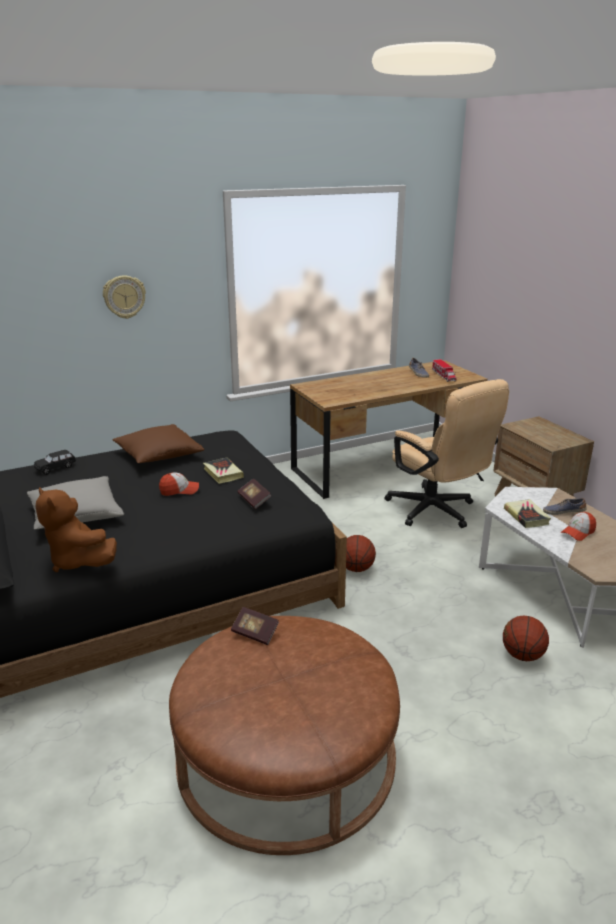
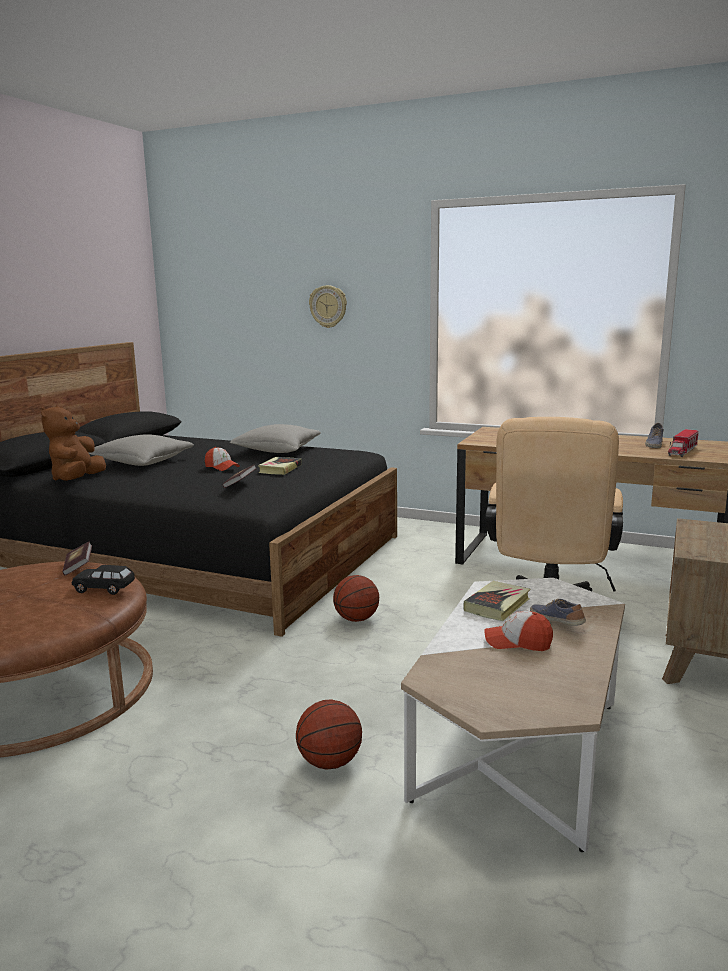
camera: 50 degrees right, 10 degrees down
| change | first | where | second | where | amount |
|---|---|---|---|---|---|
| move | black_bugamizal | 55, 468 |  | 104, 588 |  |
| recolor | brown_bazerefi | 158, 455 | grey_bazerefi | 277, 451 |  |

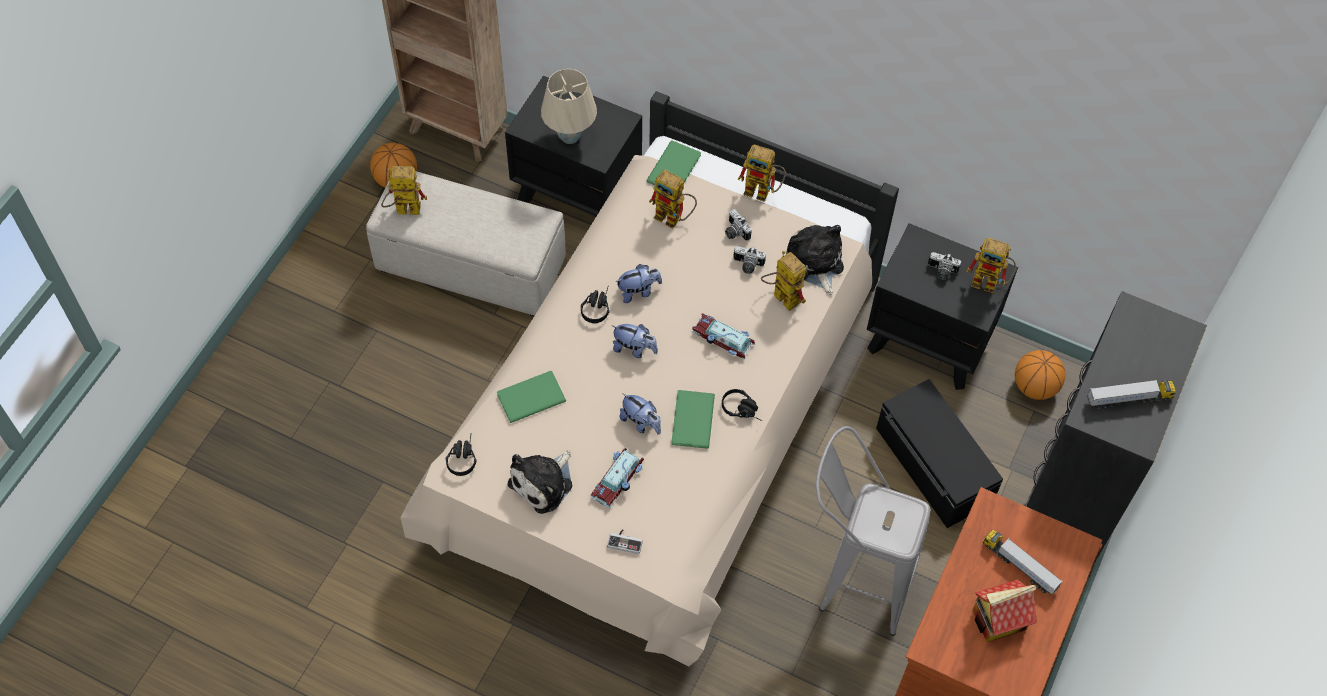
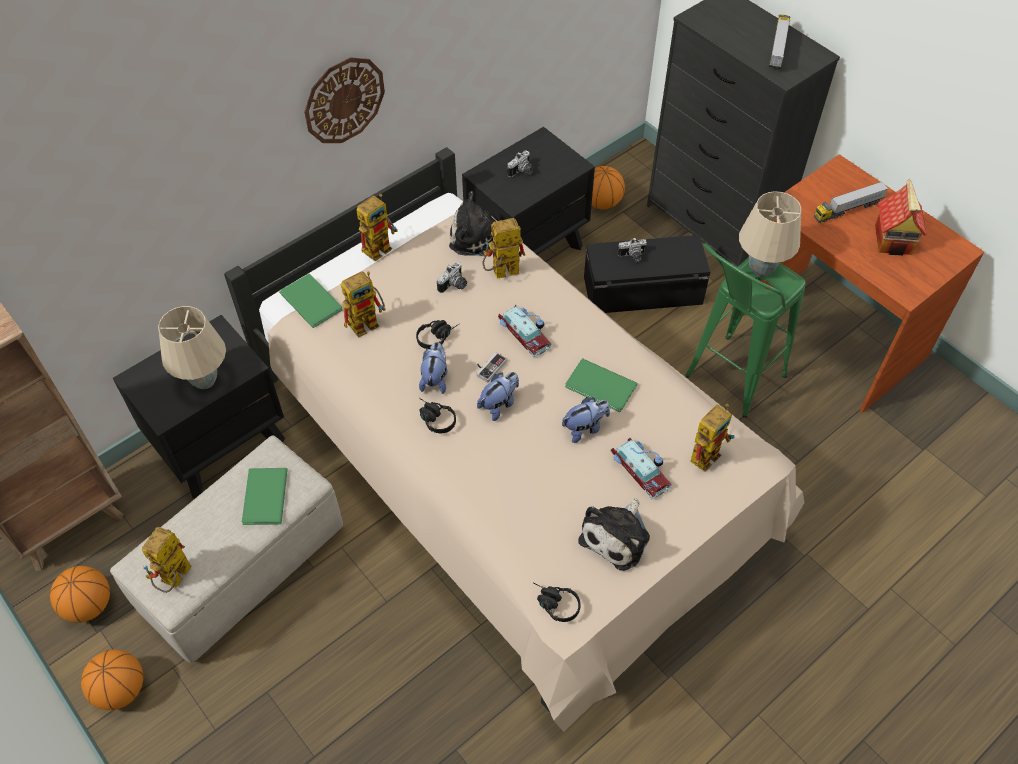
camera: 65 degrees left, 5 degrees down
| change | first | where | second | where | amount |
|---|---|---|---|---|---|
| insert |  |  | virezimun | 121, 689 |  |
| insert |  |  | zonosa | 344, 100 |  |
| insert |  |  | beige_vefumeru | 760, 269 |  |
| move | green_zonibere | 529, 397 |  | 263, 498 |  |
| move | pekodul | 625, 541 |  | 488, 367 |  |
| move | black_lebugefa | 743, 410 |  | 438, 336 |  |
| move | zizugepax | 734, 232 |  | 632, 256 |  |
| move | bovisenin | 990, 283 |  | 707, 452 |  |
| recolor | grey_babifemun | 852, 581 | green_babifemun | 726, 385 |  |
| rotate | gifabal | 544, 482 |  | 617, 536 | 60 degrees clockwise |
| rotate | bugamizal | 723, 340 |  | 525, 332 | 90 degrees counterclockwise |

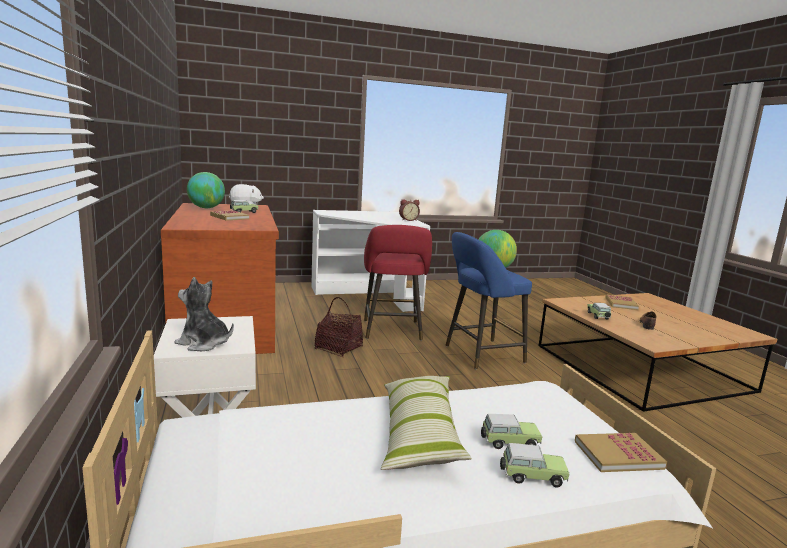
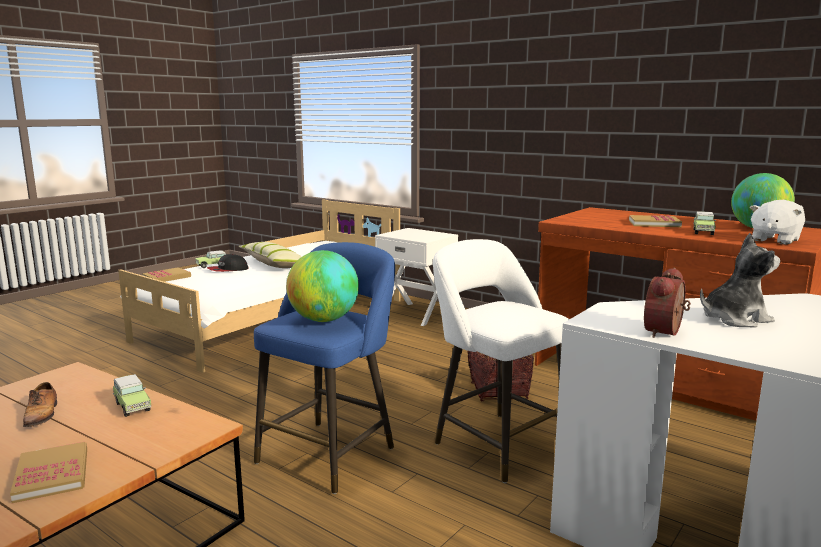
camera: 145 degrees right, 0 degrees up
| change | first | where | second | where | amount |
|---|---|---|---|---|---|
| move | gifabal | 204, 343 |  | 734, 319 |  |
| replace | bugamizal | 508, 442 | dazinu | 227, 270 |  |
| recolor | red_babifemun | 392, 332 | white_babifemun | 496, 443 |  |

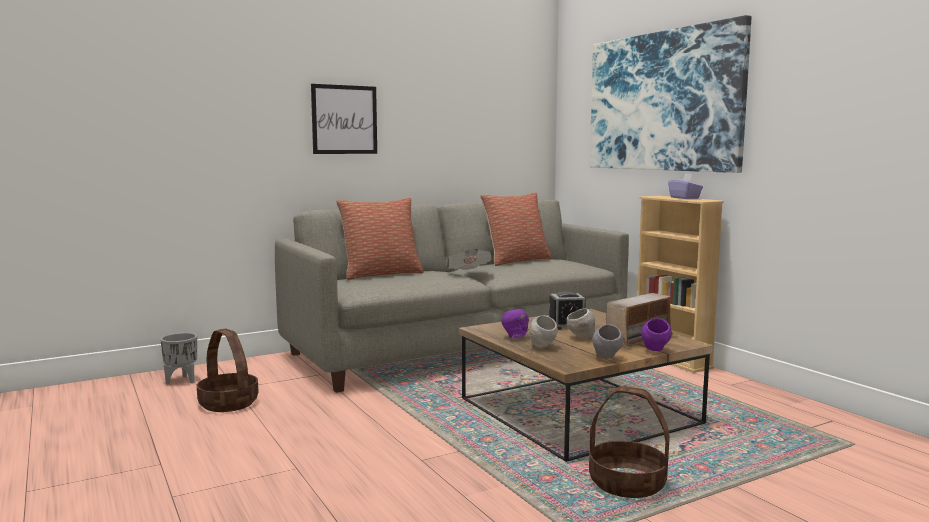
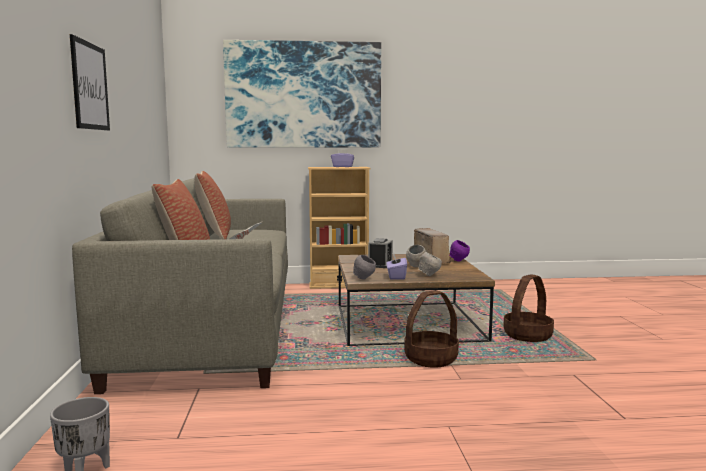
camera: 65 degrees left, 0 degrees up
| change | first | where | second | where | amount |
|---|---|---|---|---|---|
| move | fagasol | 229, 403 |  | 431, 359 |  |
| move | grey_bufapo | 607, 358 |  | 364, 279 |  |
| replace | purple_bufapo | 515, 337 | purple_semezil | 396, 277 |  |

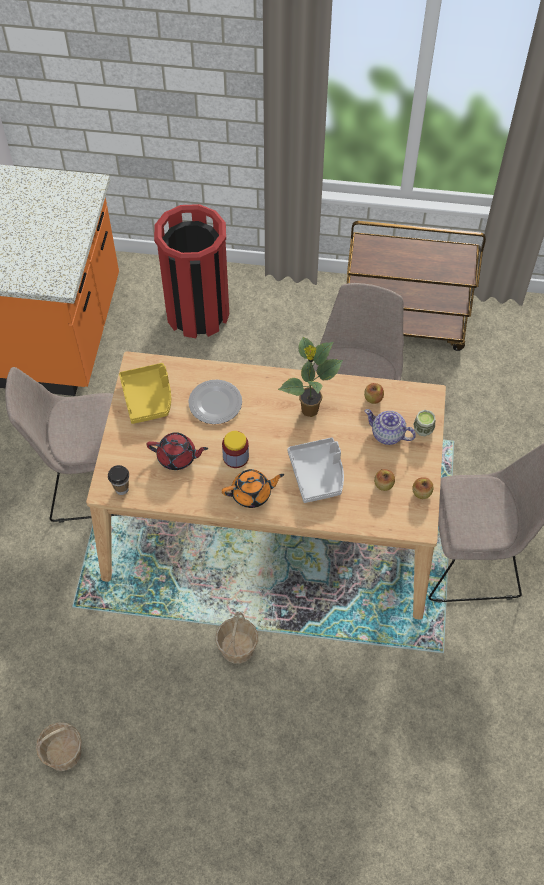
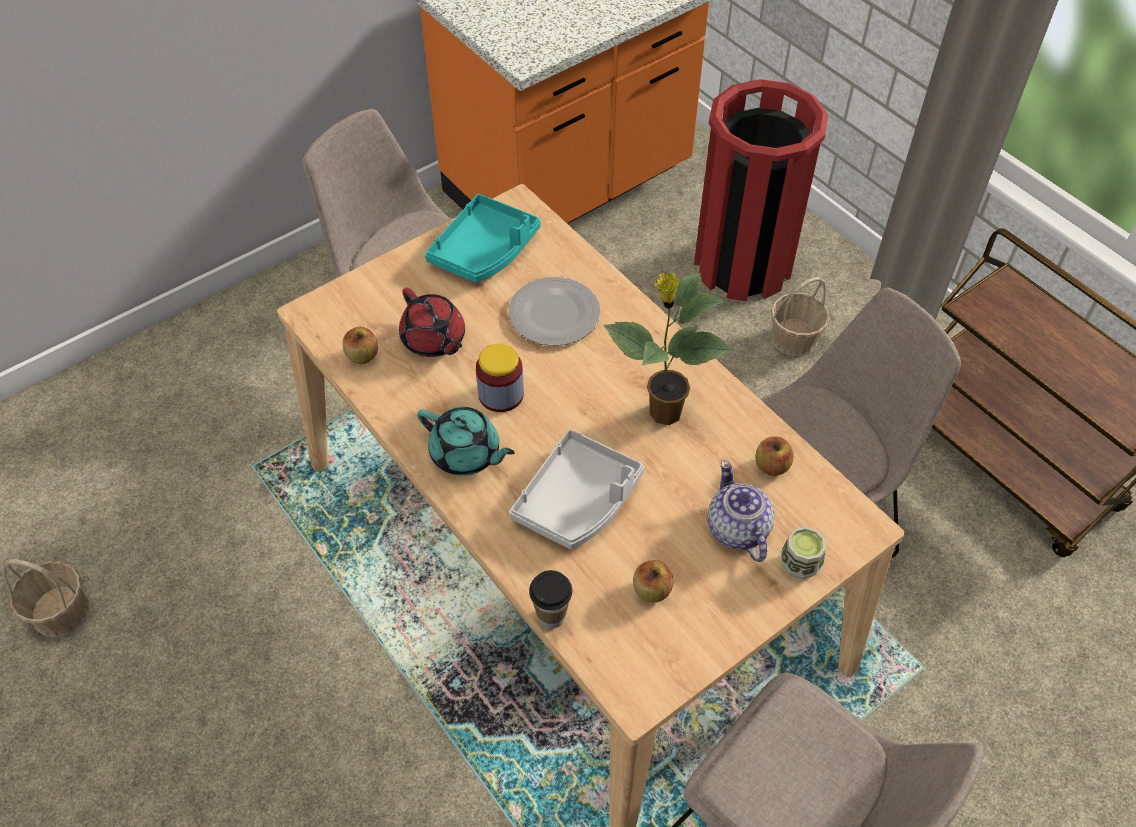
camera: 45 degrees right, 5 degrees down
| change | first | where | second | where | amount |
|---|---|---|---|---|---|
| move | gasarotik | 121, 489 |  | 551, 616 |  |
| move | fagasol | 237, 647 |  | 795, 338 |  |
| move | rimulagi | 421, 493 |  | 362, 356 |  |
| recolor | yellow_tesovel | 148, 398 | turquoise_tesovel | 485, 250 |  |
| recolor | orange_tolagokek | 252, 494 | turquoise_tolagokek | 466, 454 |  |

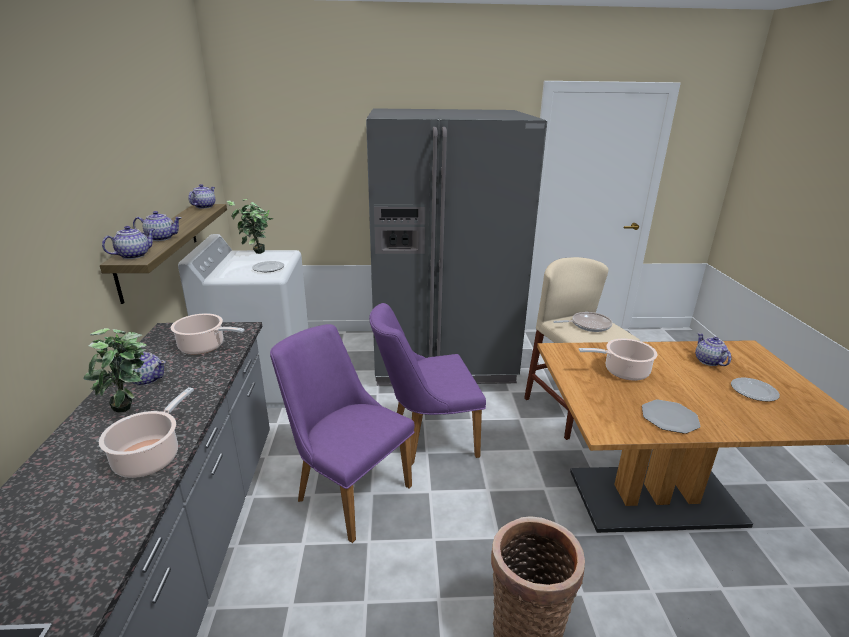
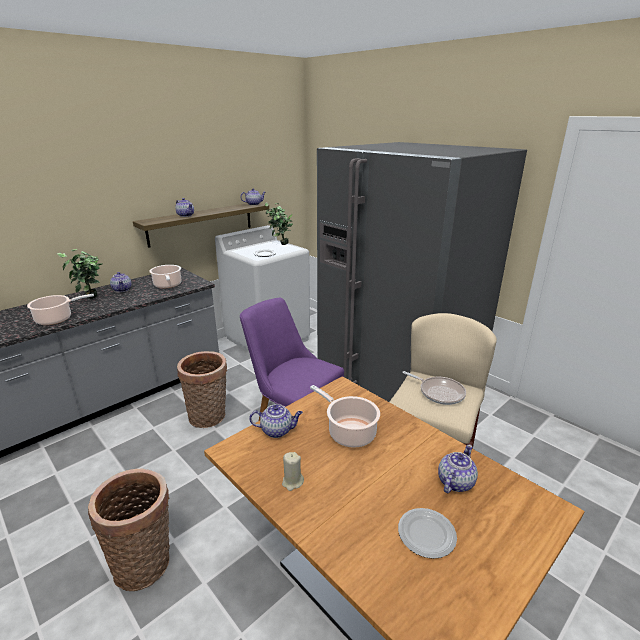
camera: 50 degrees right, 0 degrees up
| change | first | where | second | where | amount |
|---|---|---|---|---|---|
| move | tolagokek | 134, 255 |  | 277, 430 |  |
| replace | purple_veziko | 346, 489 | fagasol | 209, 417 |  |
| replace | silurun | 669, 417 | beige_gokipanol | 292, 482 |  |

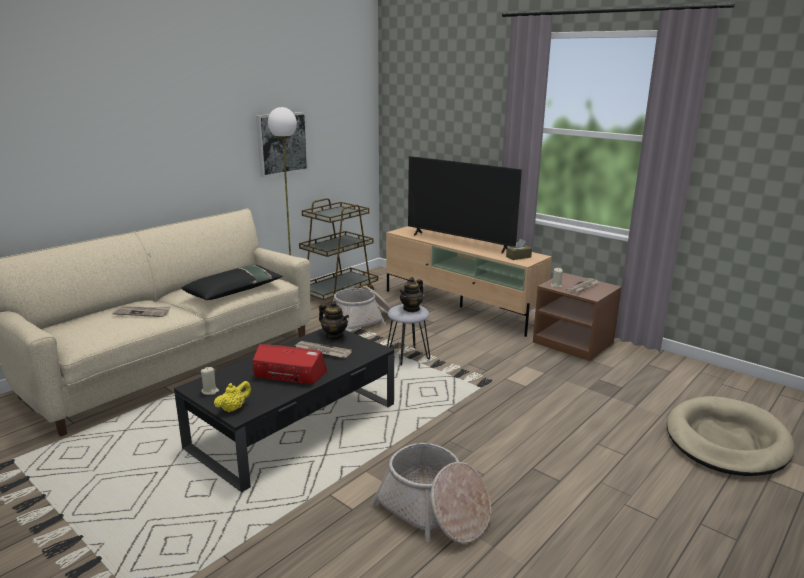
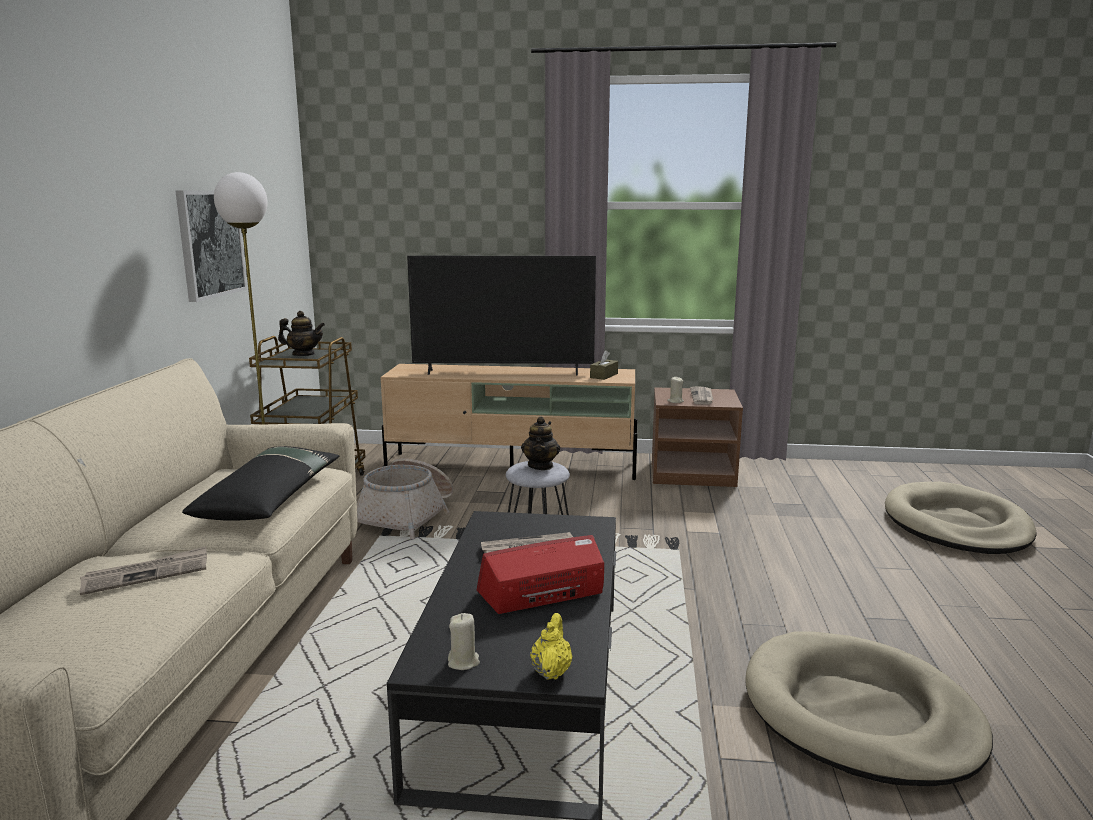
camera: 35 degrees left, 5 degrees down
| change | first | where | second | where | amount |
|---|---|---|---|---|---|
| move | tolagokek | 334, 336 |  | 303, 355 |  |
| replace | fagasol | 433, 511 | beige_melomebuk | 859, 714 |  |

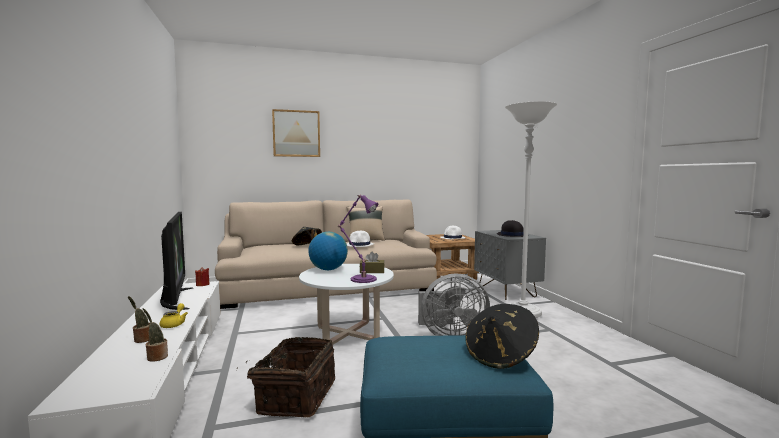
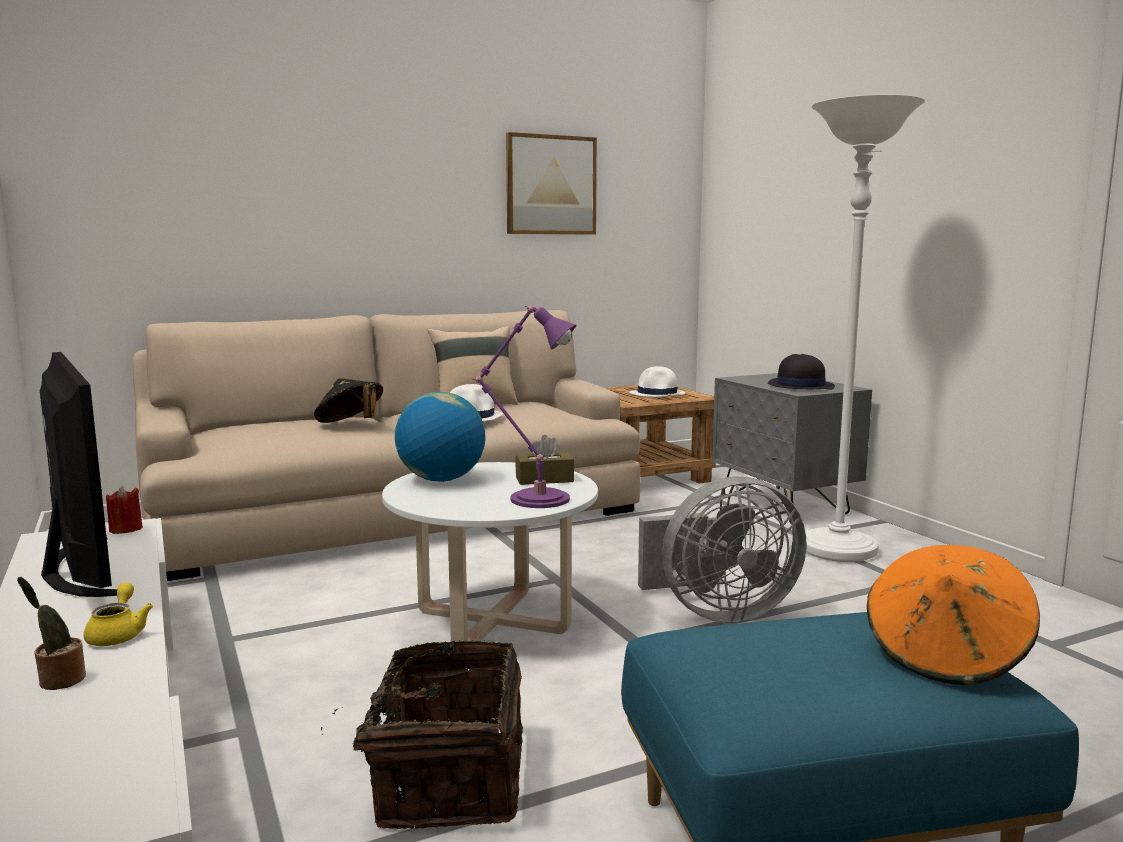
camera: 10 degrees left, 5 degrees up
| change | first | where | second | where | amount |
|---|---|---|---|---|---|
| delete | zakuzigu | 156, 357 |  |  |  |
| move | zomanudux | 296, 133 |  | 550, 185 |  |
| recolor | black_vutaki | 500, 356 | orange_vutaki | 947, 656 |  |

